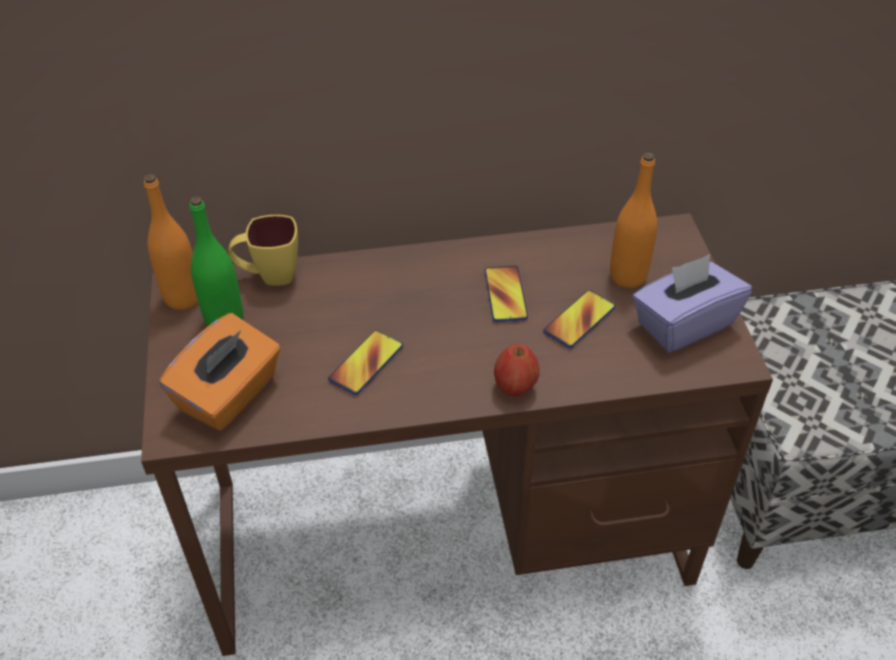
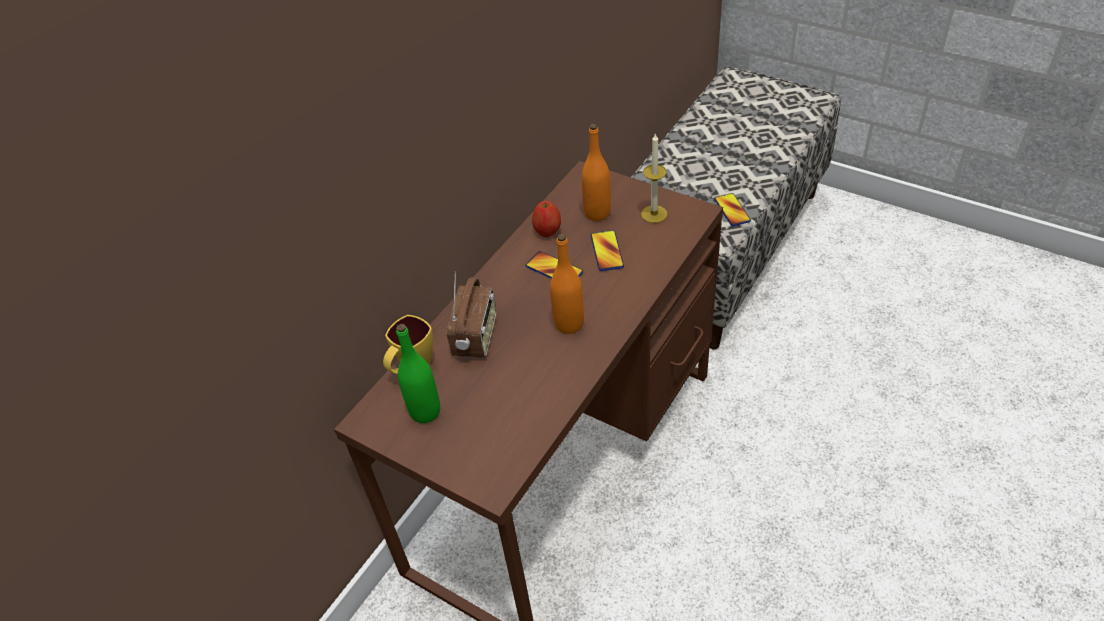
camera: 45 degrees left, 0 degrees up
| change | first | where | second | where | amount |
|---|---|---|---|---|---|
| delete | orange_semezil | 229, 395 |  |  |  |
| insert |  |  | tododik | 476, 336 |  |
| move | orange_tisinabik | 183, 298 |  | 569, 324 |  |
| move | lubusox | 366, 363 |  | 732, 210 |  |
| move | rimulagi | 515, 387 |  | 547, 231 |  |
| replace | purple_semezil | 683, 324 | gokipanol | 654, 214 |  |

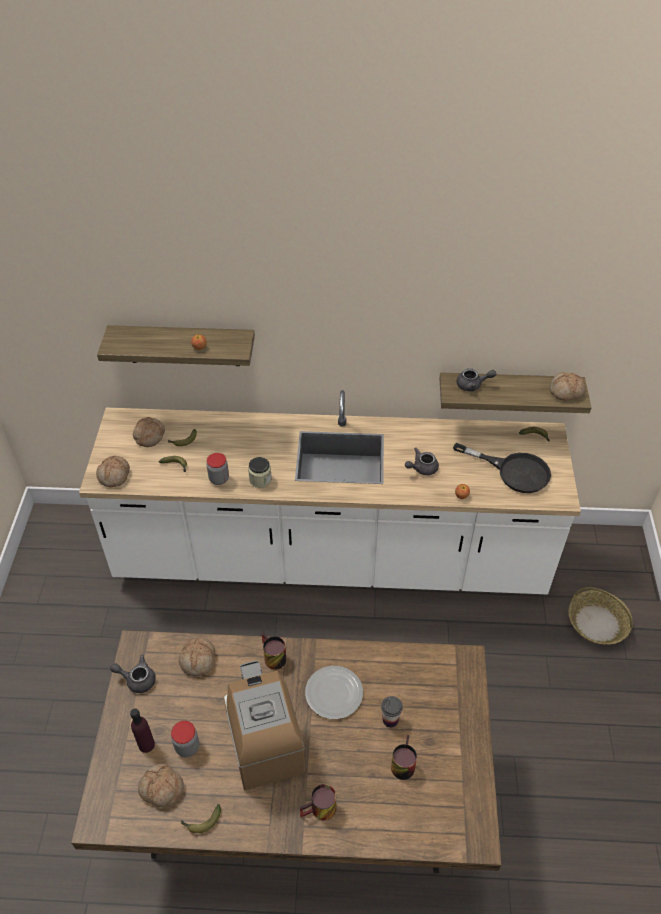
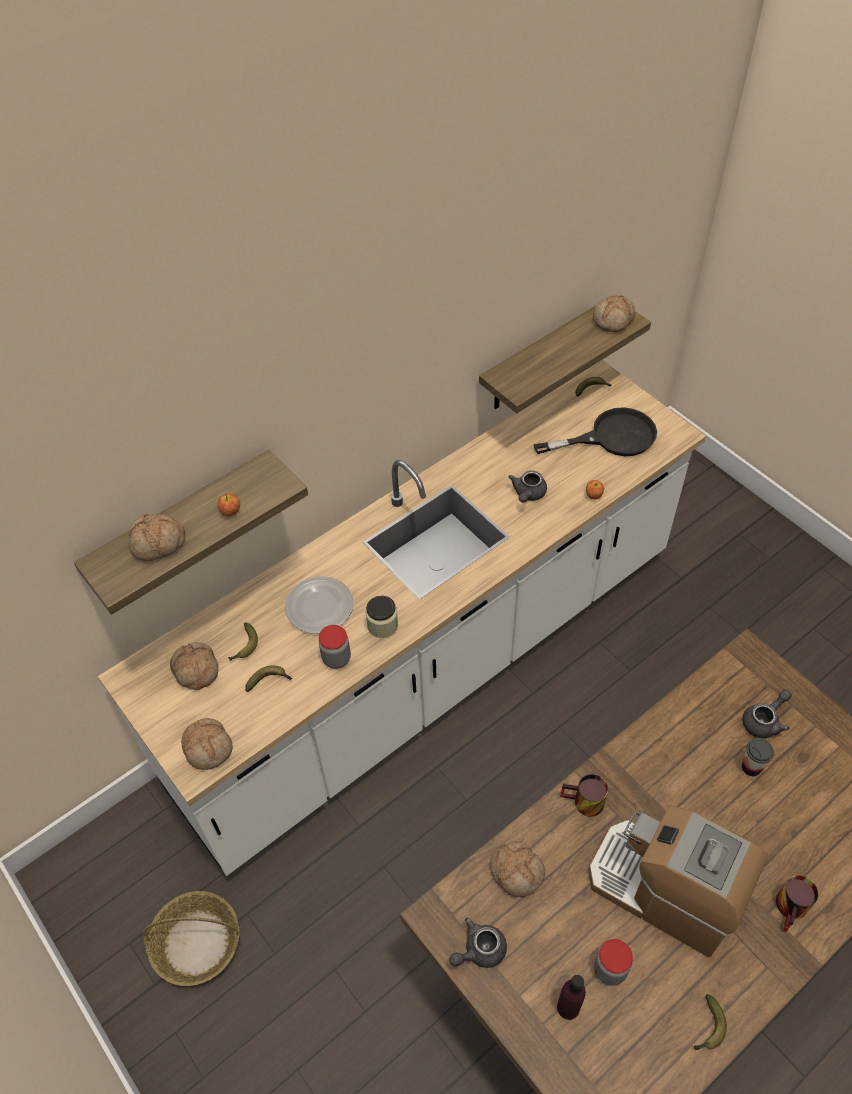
camera: 40 degrees left, 5 degrees up
| change | first | where | second | where | amount |
|---|---|---|---|---|---|
| delete | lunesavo | 401, 763 |  |  |  |
| move | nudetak | 161, 789 |  | 158, 543 |  |
| move | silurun | 333, 693 |  | 319, 607 |  |
| move | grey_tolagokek | 472, 385 |  | 764, 721 |  |
| move | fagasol | 597, 623 |  | 197, 942 |  |

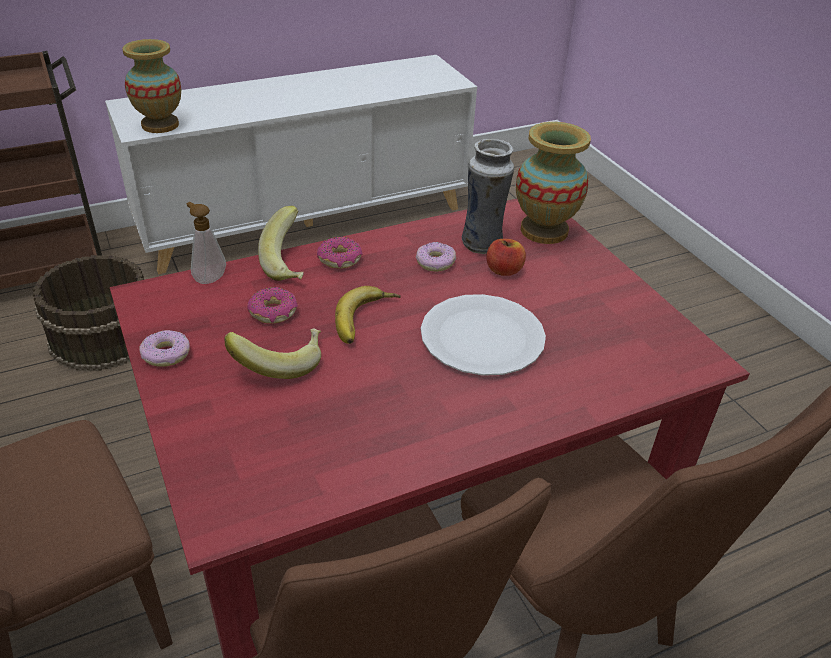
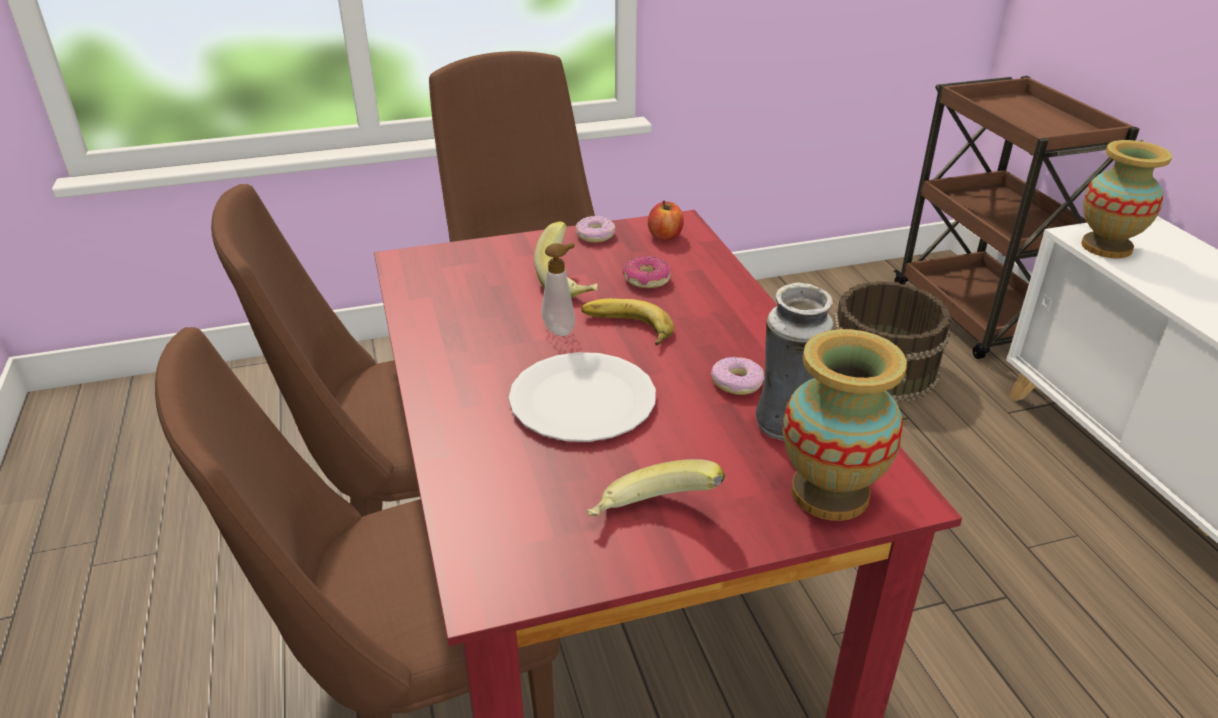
camera: 100 degrees right, 5 degrees down
| change | first | where | second | where | amount |
|---|---|---|---|---|---|
| delete | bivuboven | 340, 259 |  |  |  |
| move | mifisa | 208, 278 |  | 561, 329 |  |
| move | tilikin | 291, 264 |  | 653, 518 |  |
| move | rimulagi | 504, 270 |  | 665, 236 |  |

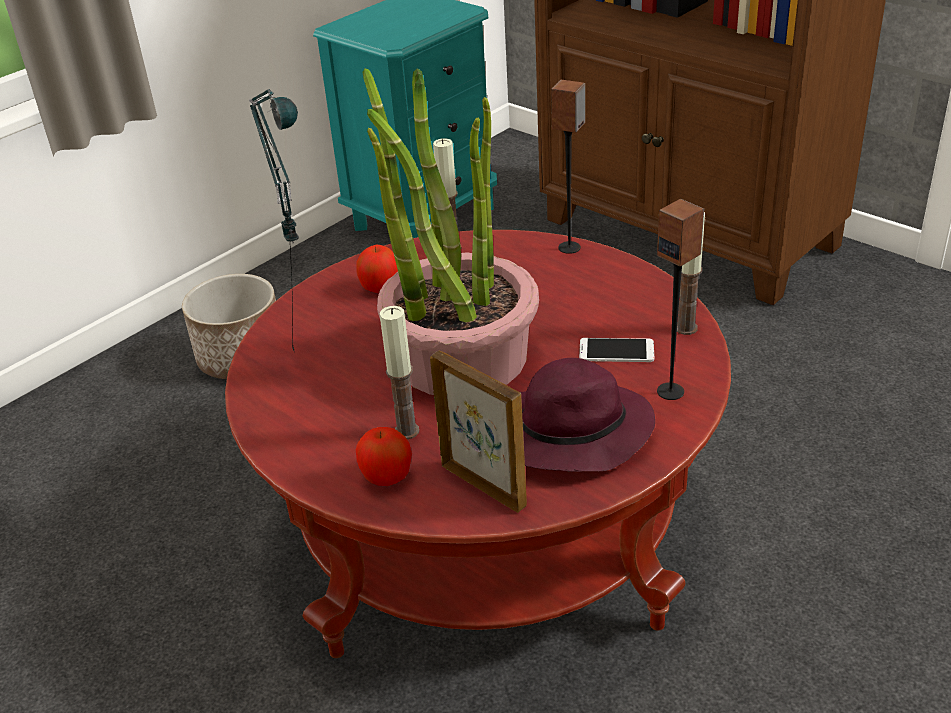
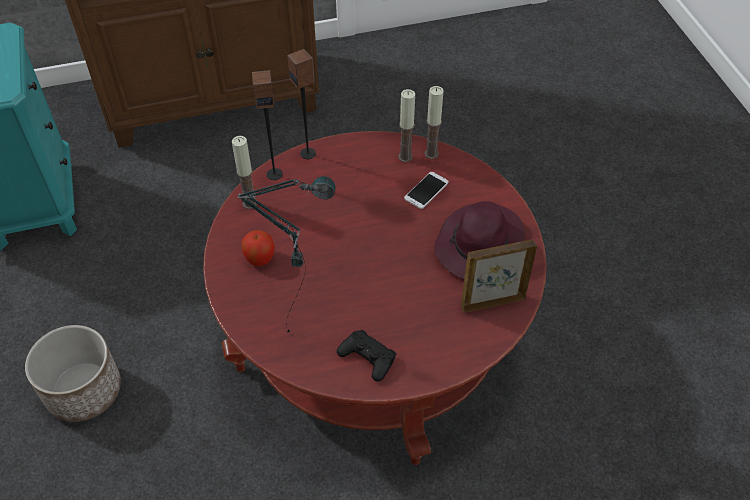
camera: 60 degrees left, 15 degrees up
| change | first | where | second | where | amount |
|---|---|---|---|---|---|
| delete | rimulagi | 386, 477 |  |  |  |
| delete | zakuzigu | 460, 356 |  |  |  |
| insert |  |  | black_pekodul | 367, 357 |  |
| move | gokipanol | 406, 431 |  | 405, 157 |  |
| move | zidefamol | 671, 391 |  | 274, 174 |  |

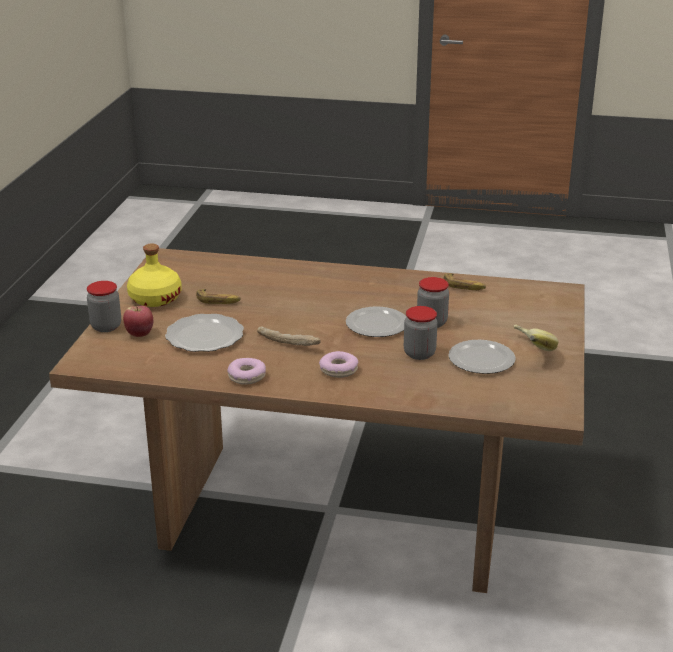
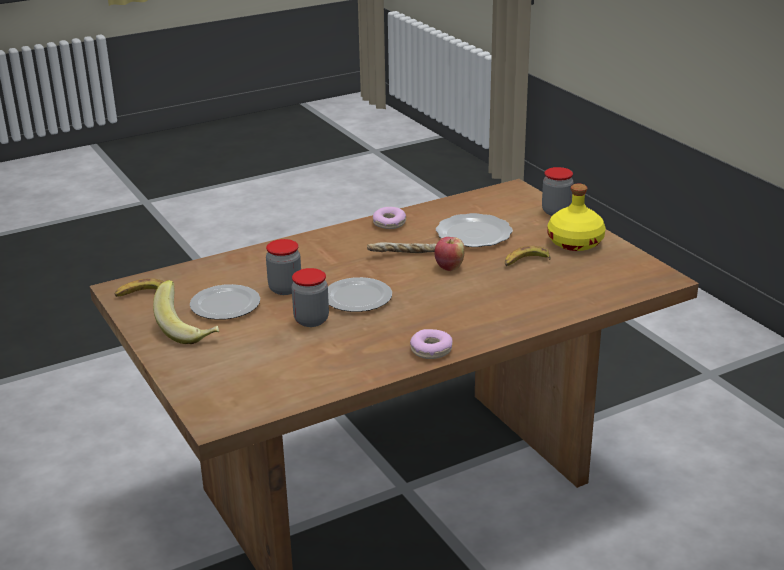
camera: 140 degrees right, 0 degrees up
| change | first | where | second | where | amount |
|---|---|---|---|---|---|
| move | rimulagi | 140, 334 |  | 449, 267 |  |
| move | bivuboven | 338, 370 |  | 431, 350 |  |
| move | tilikin | 464, 286 |  | 142, 294 |  |

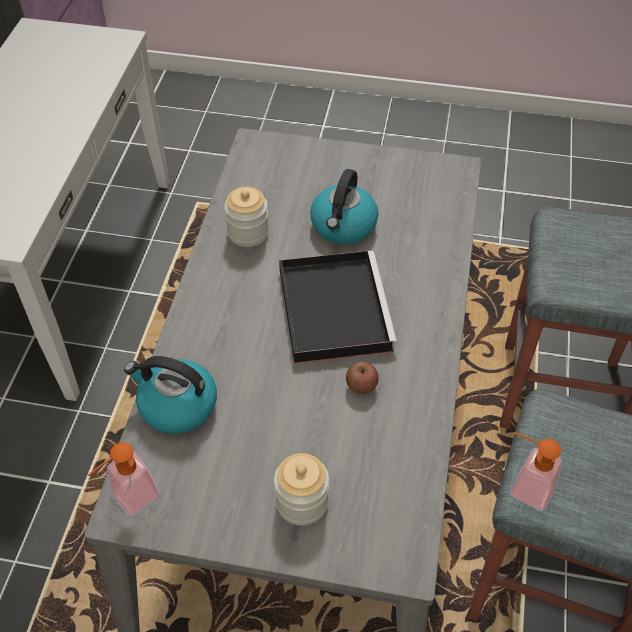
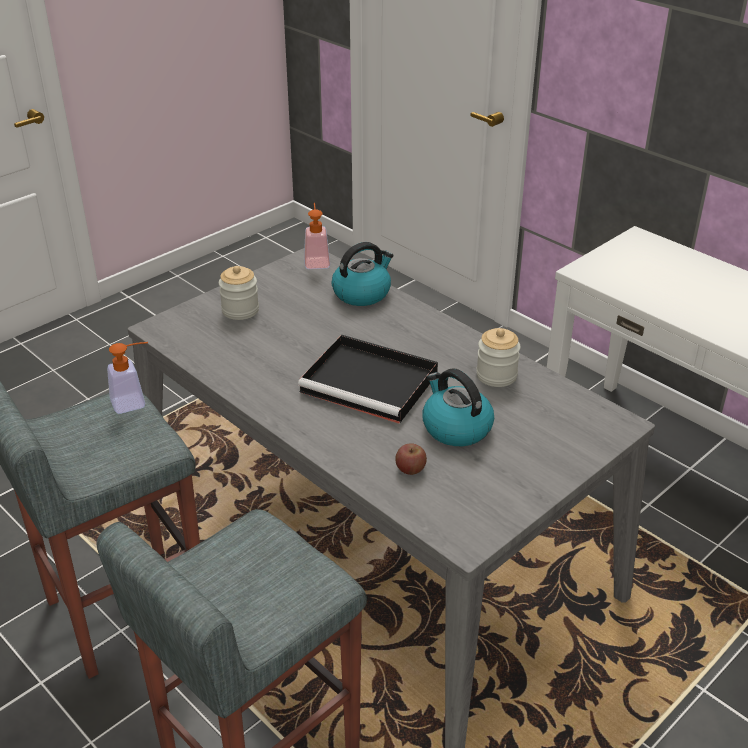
camera: 125 degrees right, 15 degrees down
| change | first | where | second | where | amount |
|---|---|---|---|---|---|
| move | rimulagi | 361, 385 |  | 410, 469 |  |

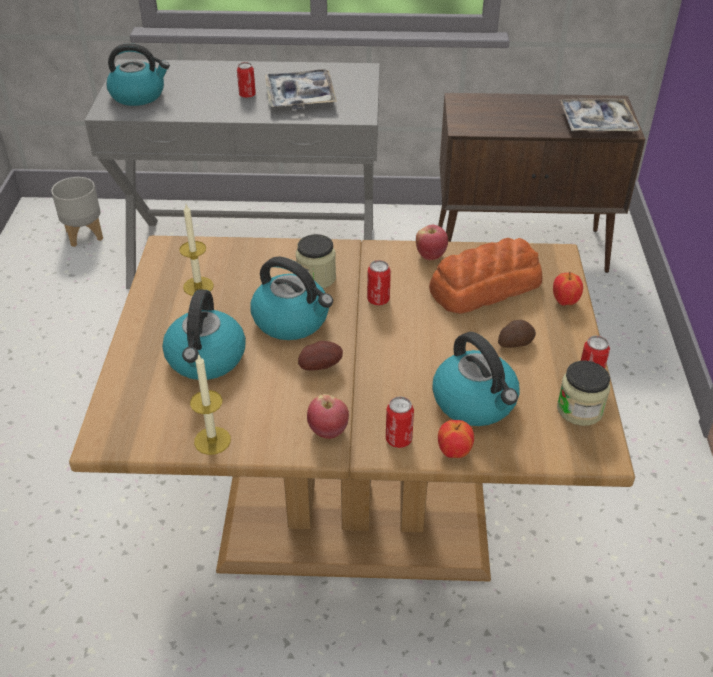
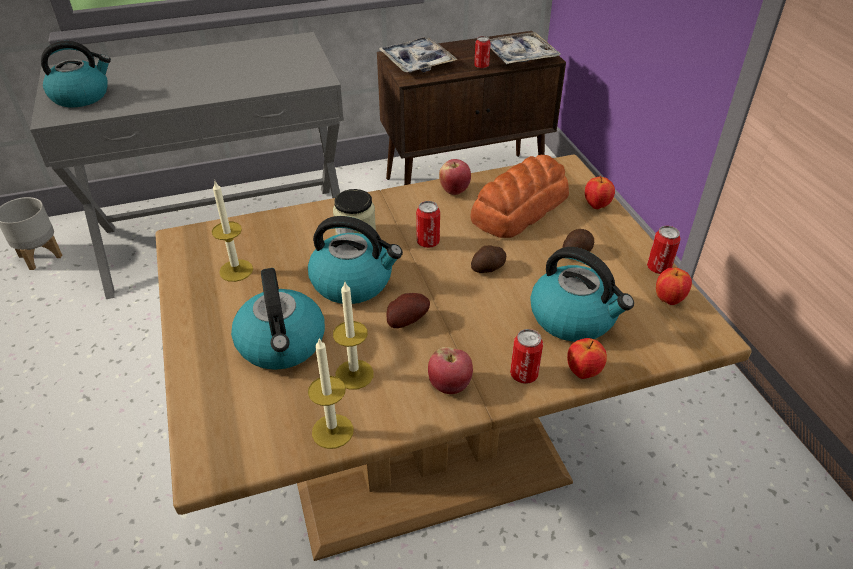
camera: 20 degrees left, 0 degrees up
| change | first | where | second | where | amount |
|---|---|---|---|---|---|
| insert |  |  | gokipanol | 354, 374 |  |
| insert |  |  | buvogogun | 489, 268 |  |
| move | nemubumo | 247, 95 |  | 481, 66 |  |
| move | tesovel | 300, 97 |  | 417, 62 |  |
| replace | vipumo | 579, 409 | rimulagi | 668, 300 |  |

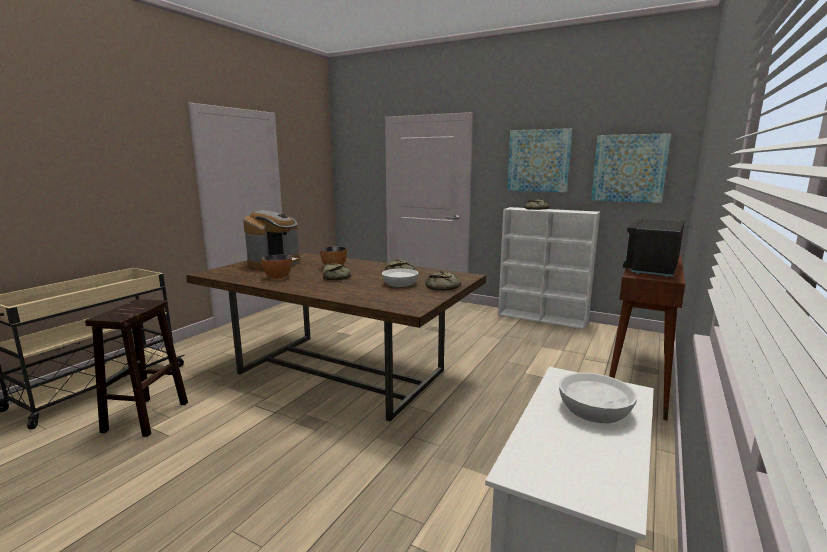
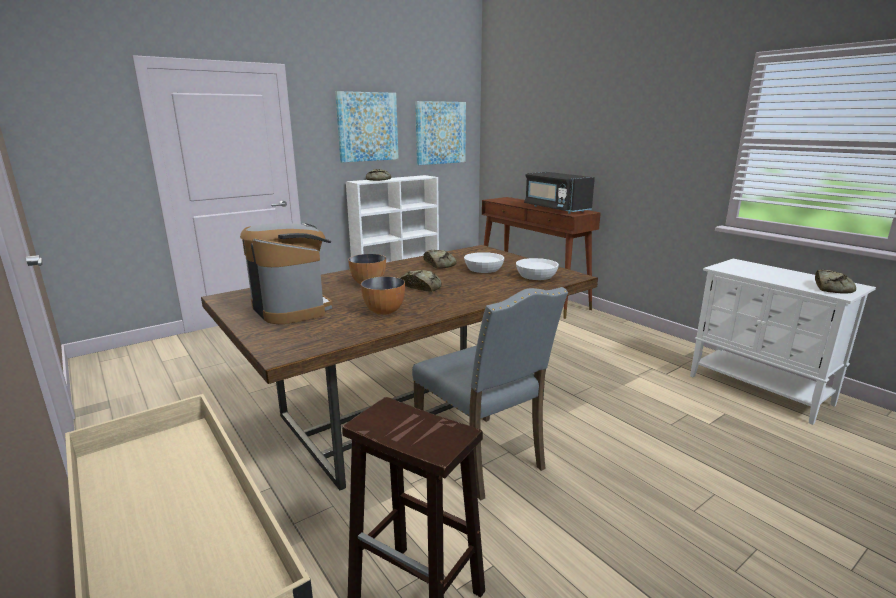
camera: 65 degrees left, 5 degrees up
| change | first | where | second | where | amount |
|---|---|---|---|---|---|
| insert |  |  | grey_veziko | 482, 457 |  |
| move | nudetak | 443, 287 |  | 831, 288 |  |
| move | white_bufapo | 593, 409 |  | 536, 276 |  |

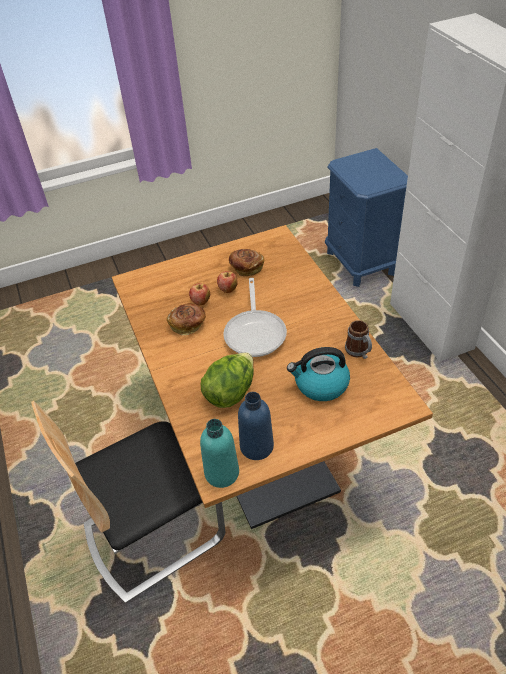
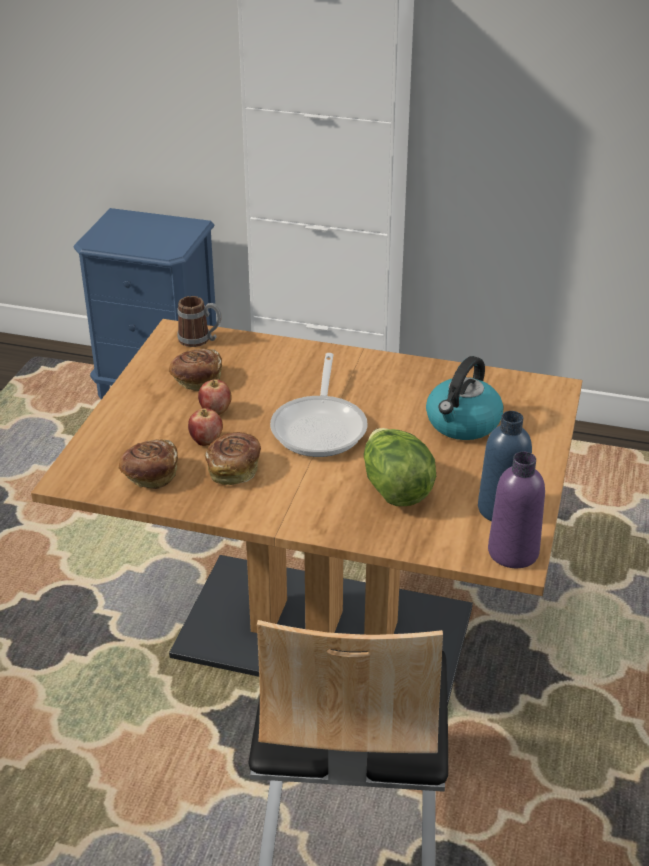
camera: 55 degrees left, 10 degrees down
| change | first | where | second | where | amount |
|---|---|---|---|---|---|
| insert |  |  | nudetak | 150, 476 |  |
| move | lunesavo | 359, 352 |  | 200, 340 |  |
| recolor | turquoise_tisinabik | 222, 473 | purple_tisinabik | 513, 552 |  |
| rotate | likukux | 255, 332 |  | 321, 426 | 60 degrees clockwise |

